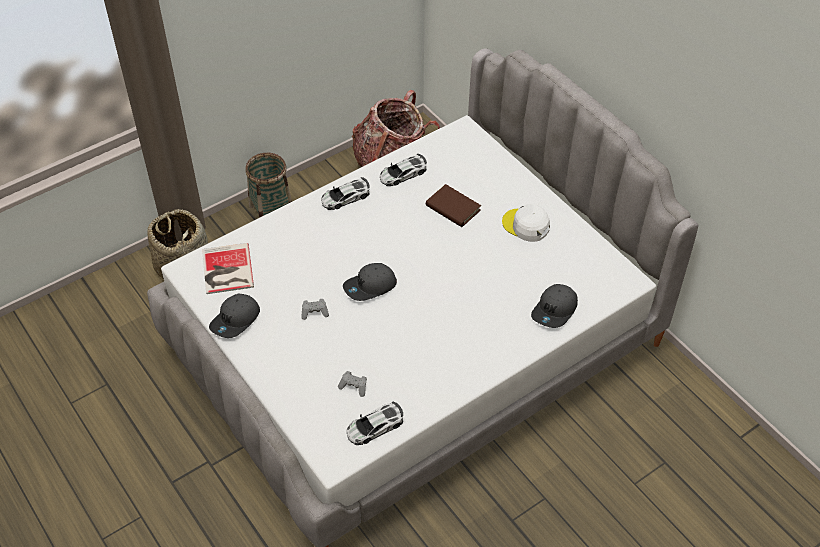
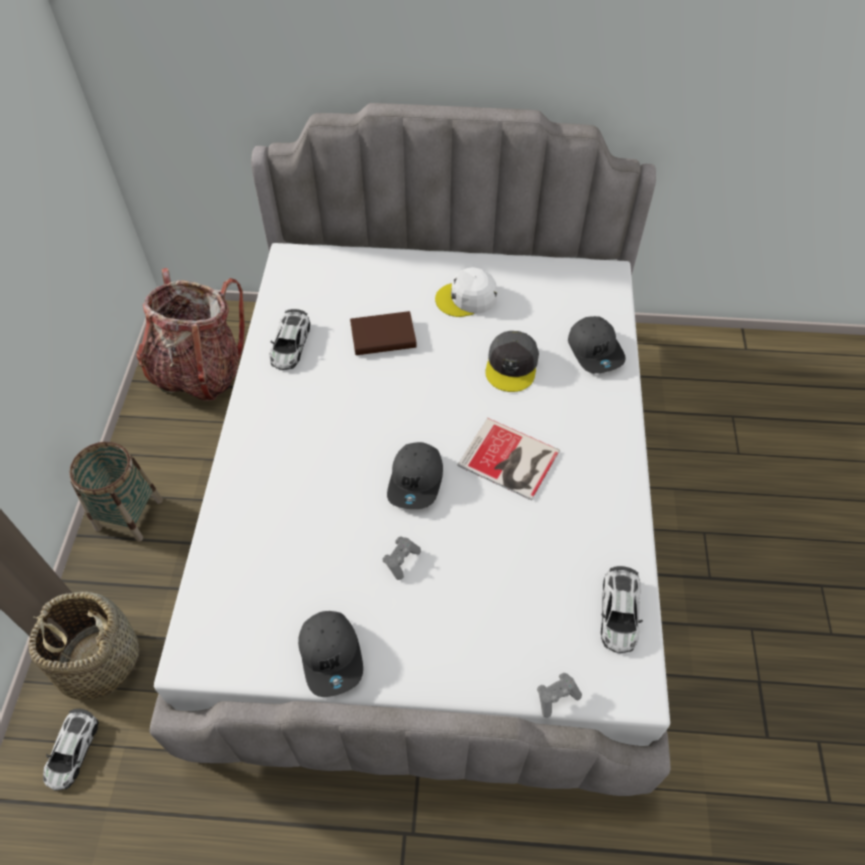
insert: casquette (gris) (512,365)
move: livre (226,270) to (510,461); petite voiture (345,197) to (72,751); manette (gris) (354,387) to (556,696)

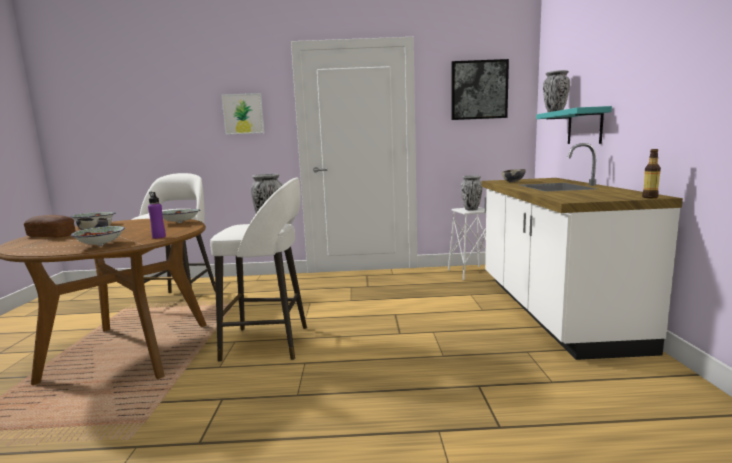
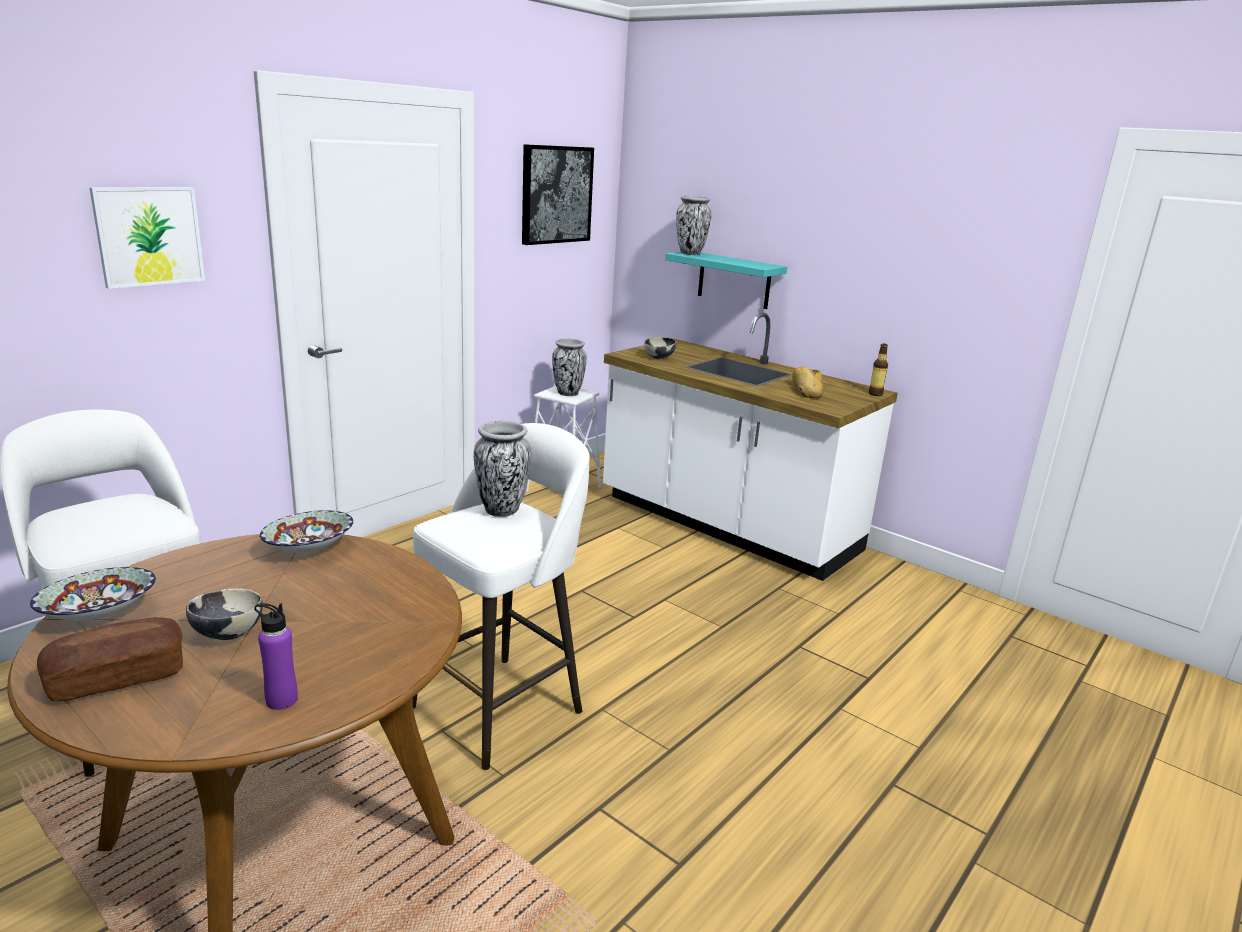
delete: bol (100,245)
insert: pain (806,390)
move: bouteille (violet) (159,237) to (281,700)

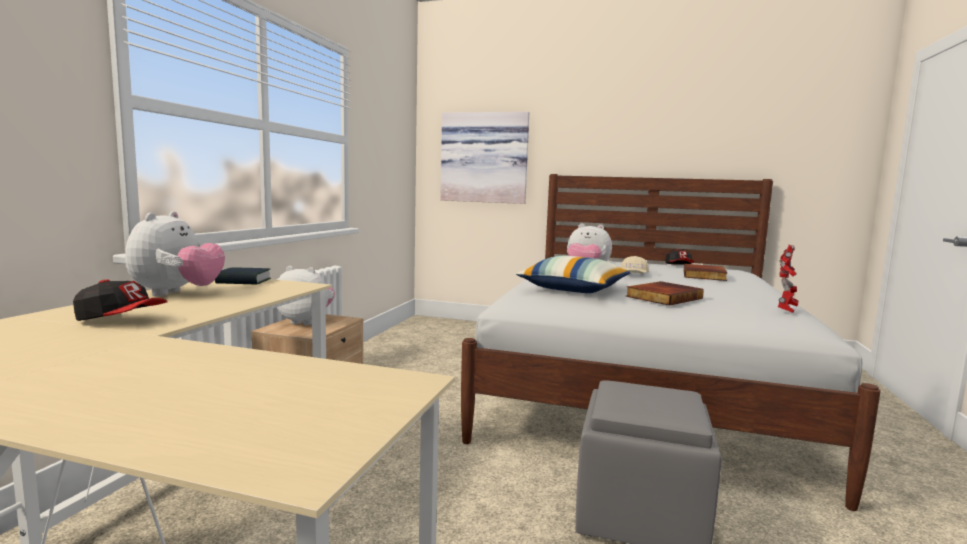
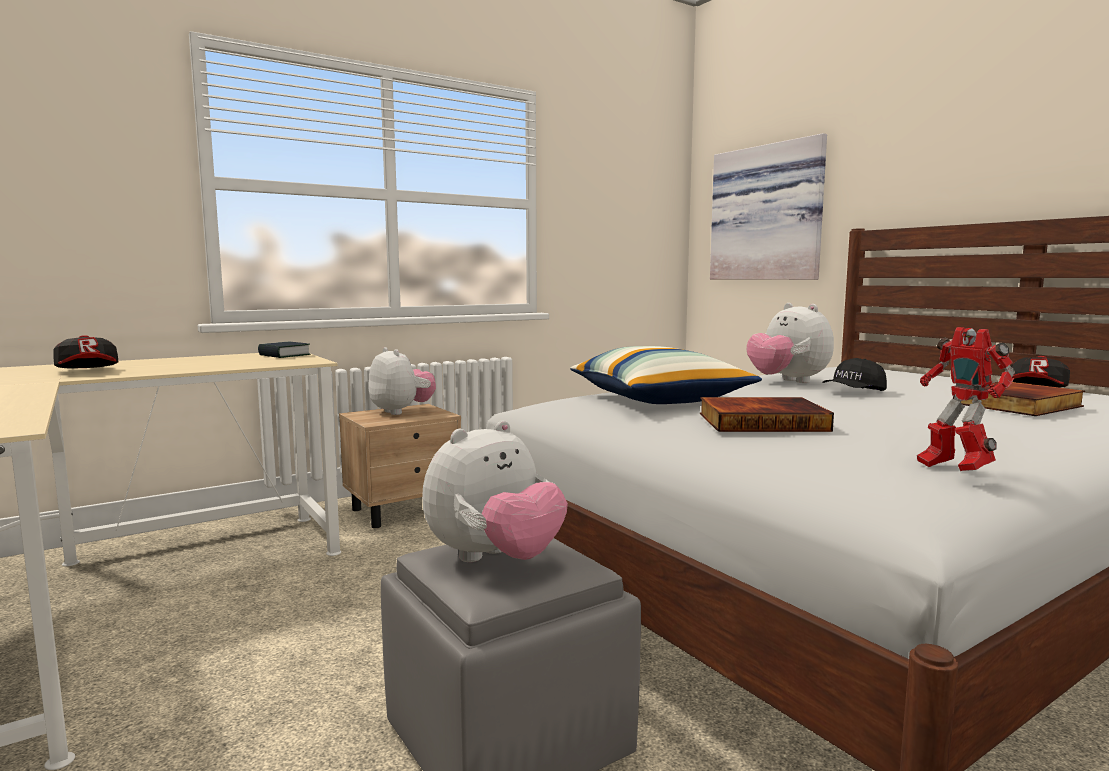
move: peluche (177,293) to (494,559)
recolor: casquette (beige) (633,275) to casquette (noir) (853,392)
rotate: robot jouet (786,310) = (953,470) 90 degrees clockwise

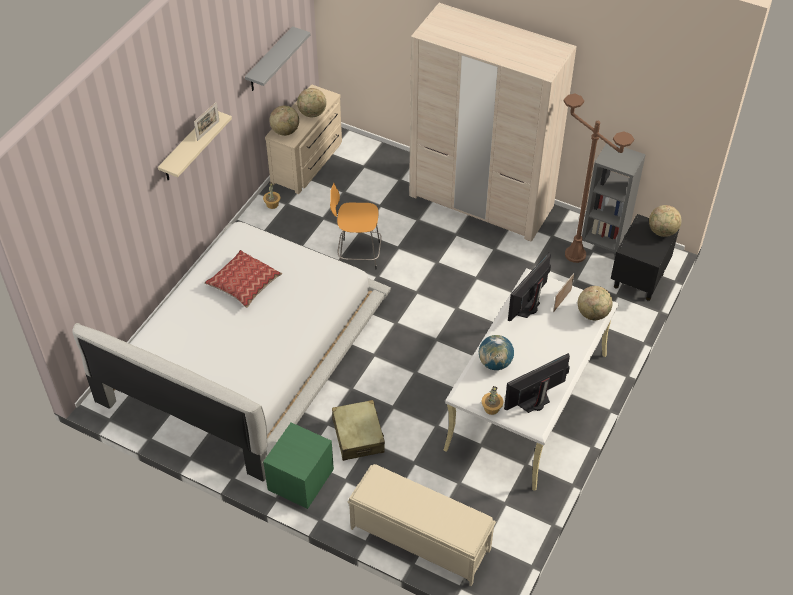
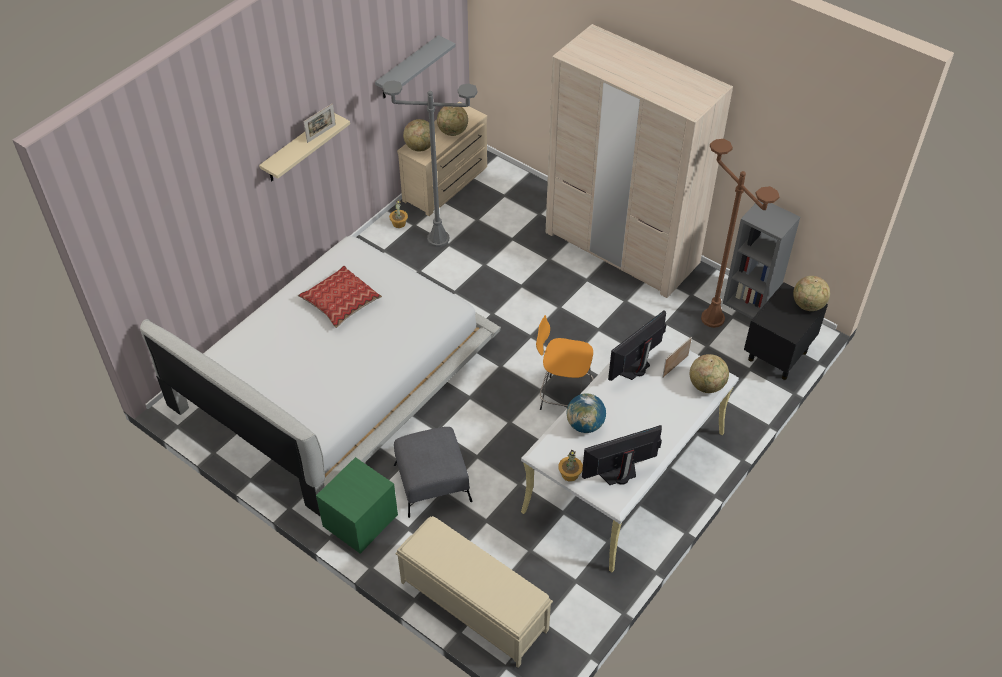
insert: lampadaire (gris) (438,239)
move: tabouret (orange) (357,254) to (563,396)
replace: valise (beige) (358,435) to pouf (gris) (432,482)

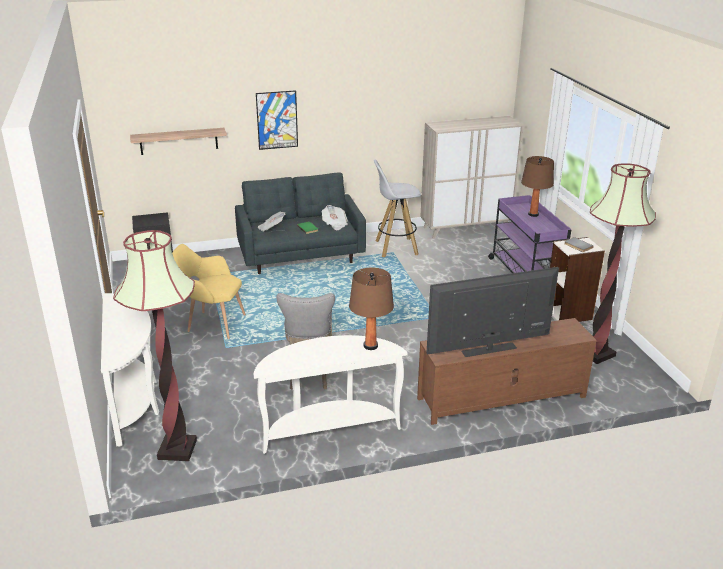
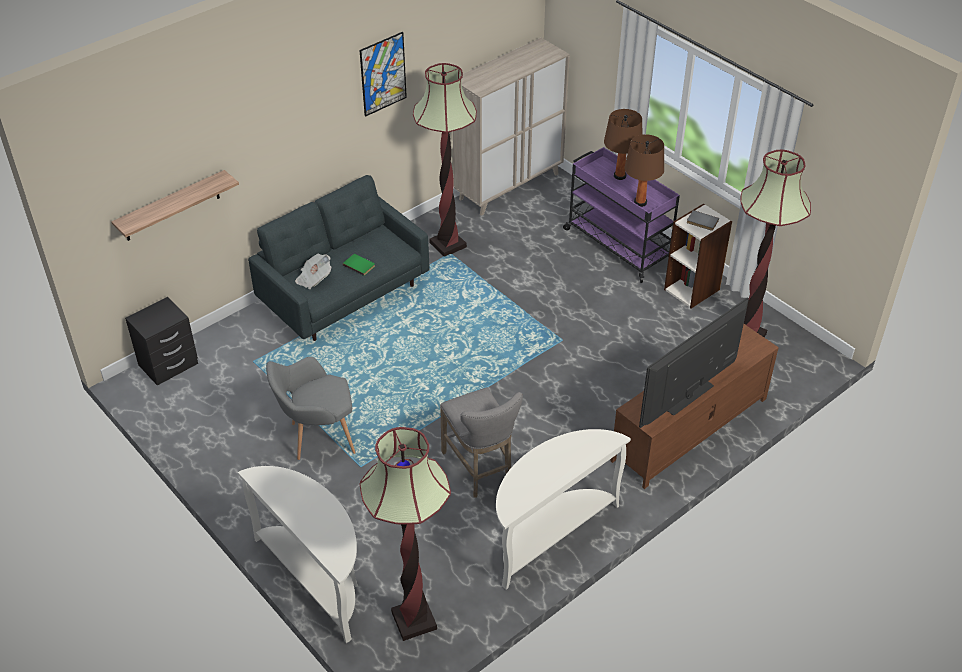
delete: journal (334,224)
move: tableau (277,120) to (383,74); lampe de table (marron) (371,346) to (640,202)
replace: tabouret (blanc) (395,248) to lampadaire (448,245)
recolor: fauteuil (jaune) (212,324) to fauteuil (gris) (317,437)

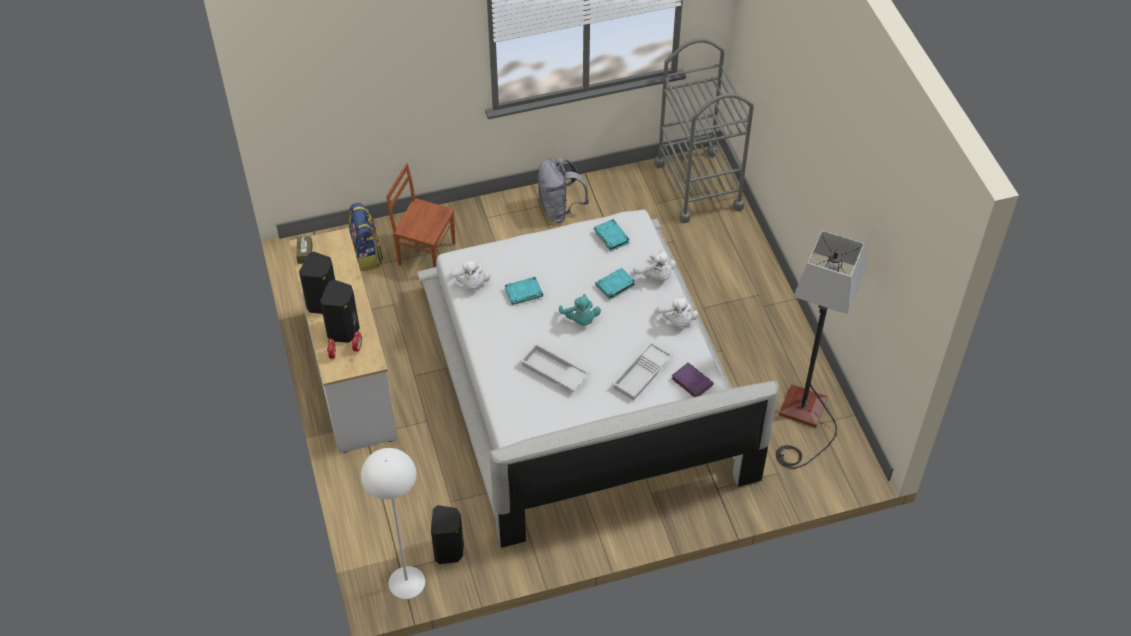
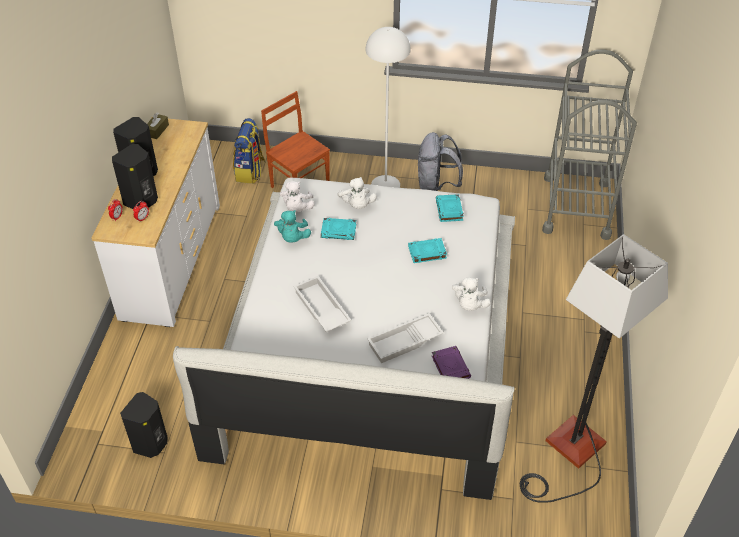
move: lampadaire (blanc) (407,582) to (385,184); peluche (turquoise) (580,319) to (293,238); peluche (blanc) (656,276) to (357,205)

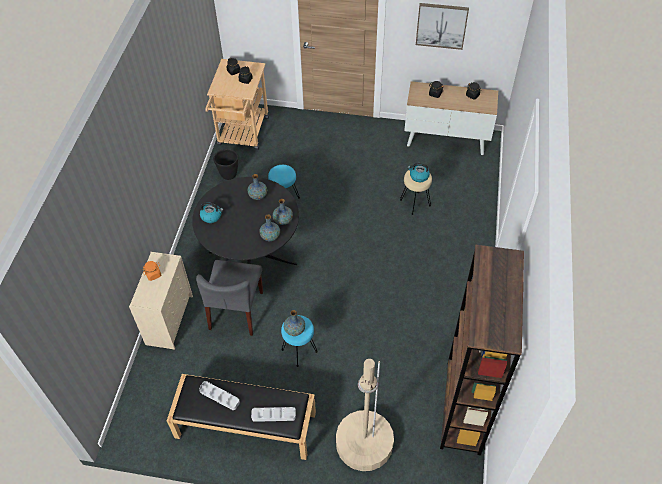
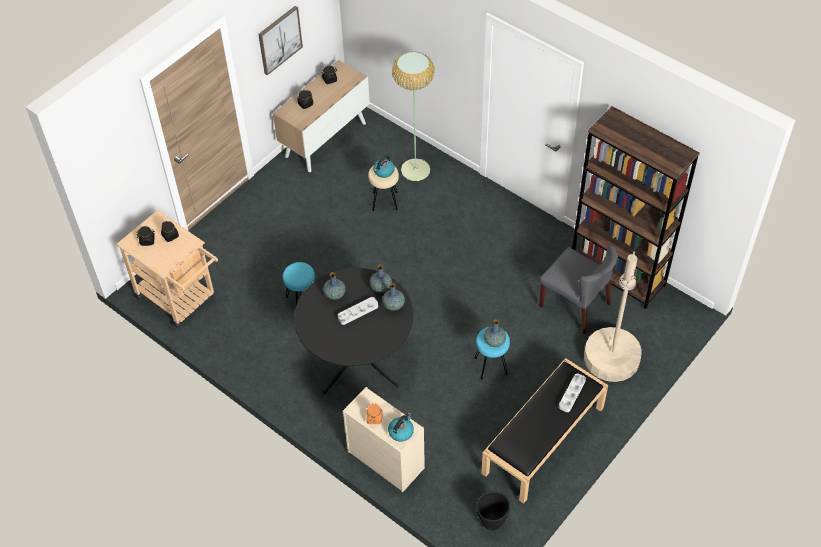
insert: lampadaire (415,170)
move: chaise (gris) (236,311) to (575,305); plateau (gris) (219,396) to (358,312); bouilloire (211,216) to (401,431); cache-pot (noir) (228,175) to (491,521)

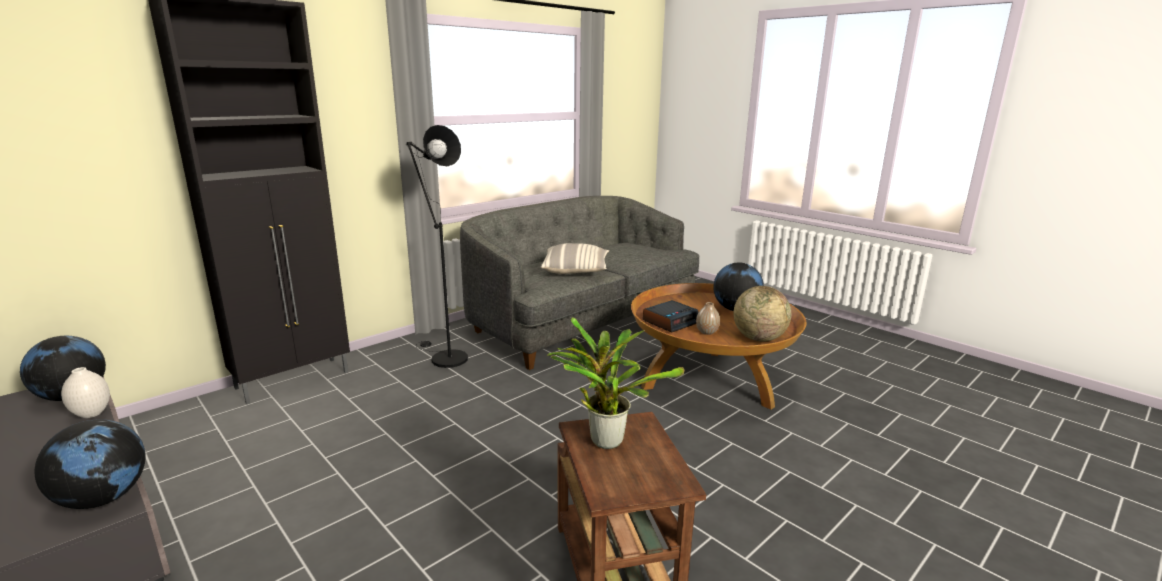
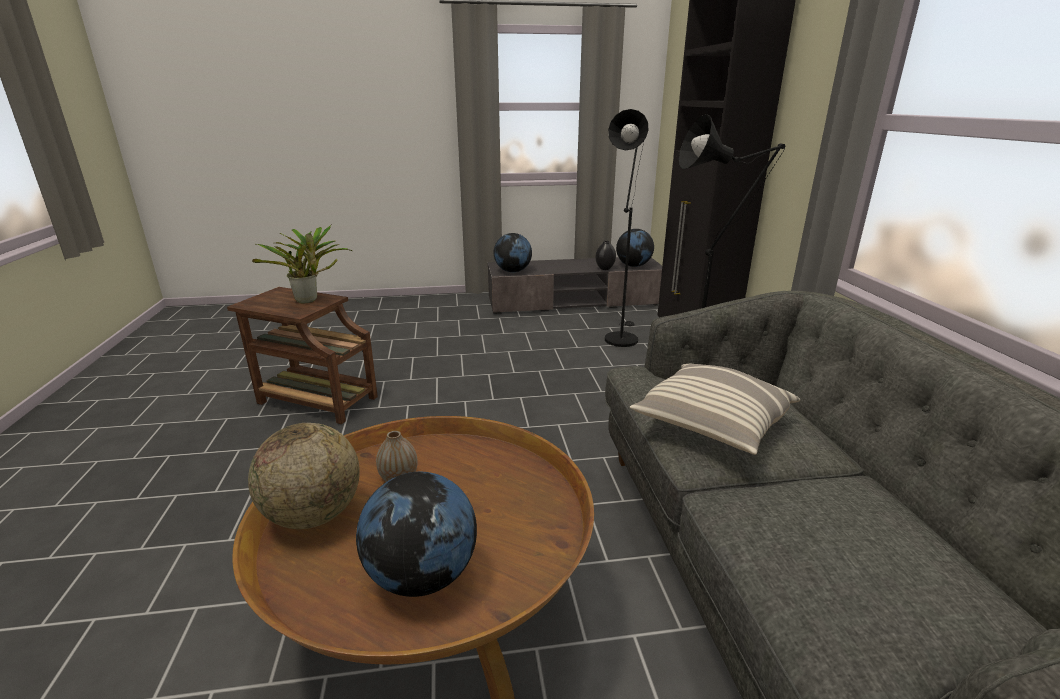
delete: réveil (670,321)
insert: lampadaire (noir) (621,337)
recolor: vase (blanc) (92,413) to vase (noir) (605,269)

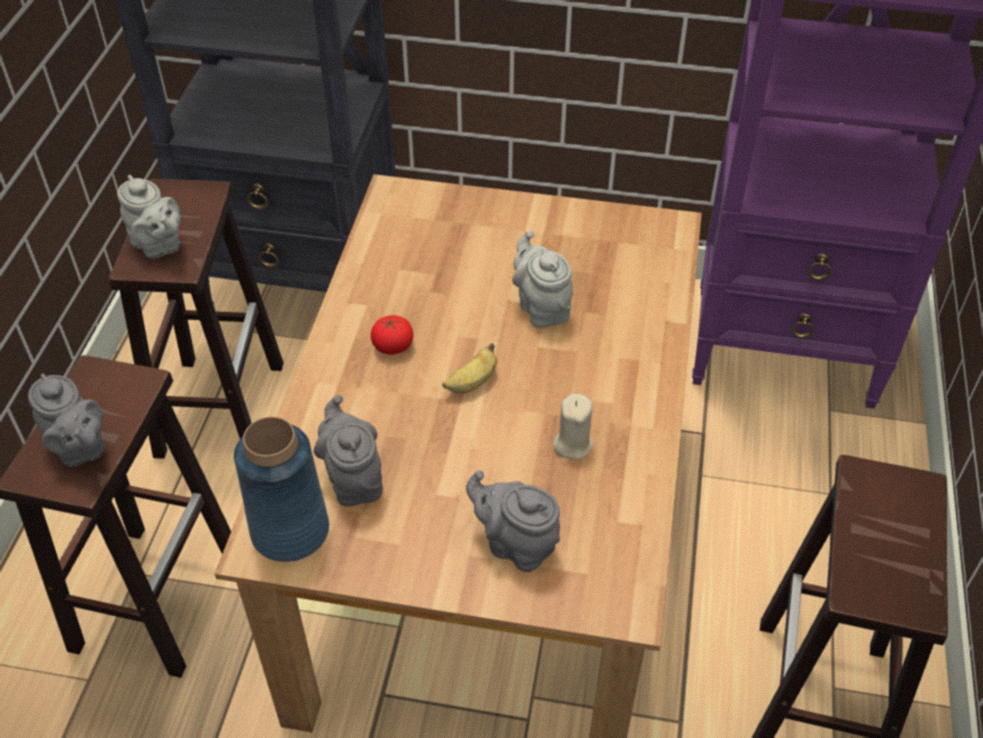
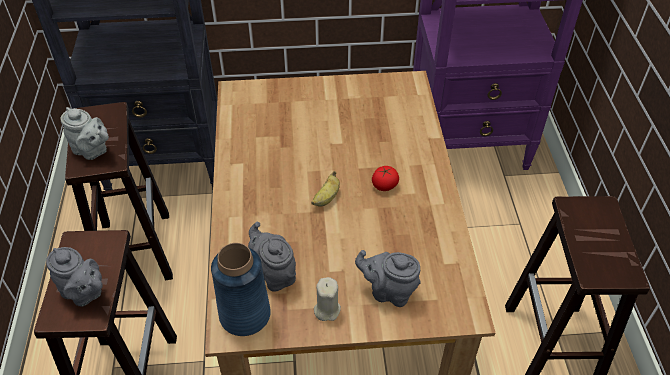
delete: théière (gris) (541,307)
move: tomate (393,346) to (384,185); bougie (beige) (572,444) to (327,309)

